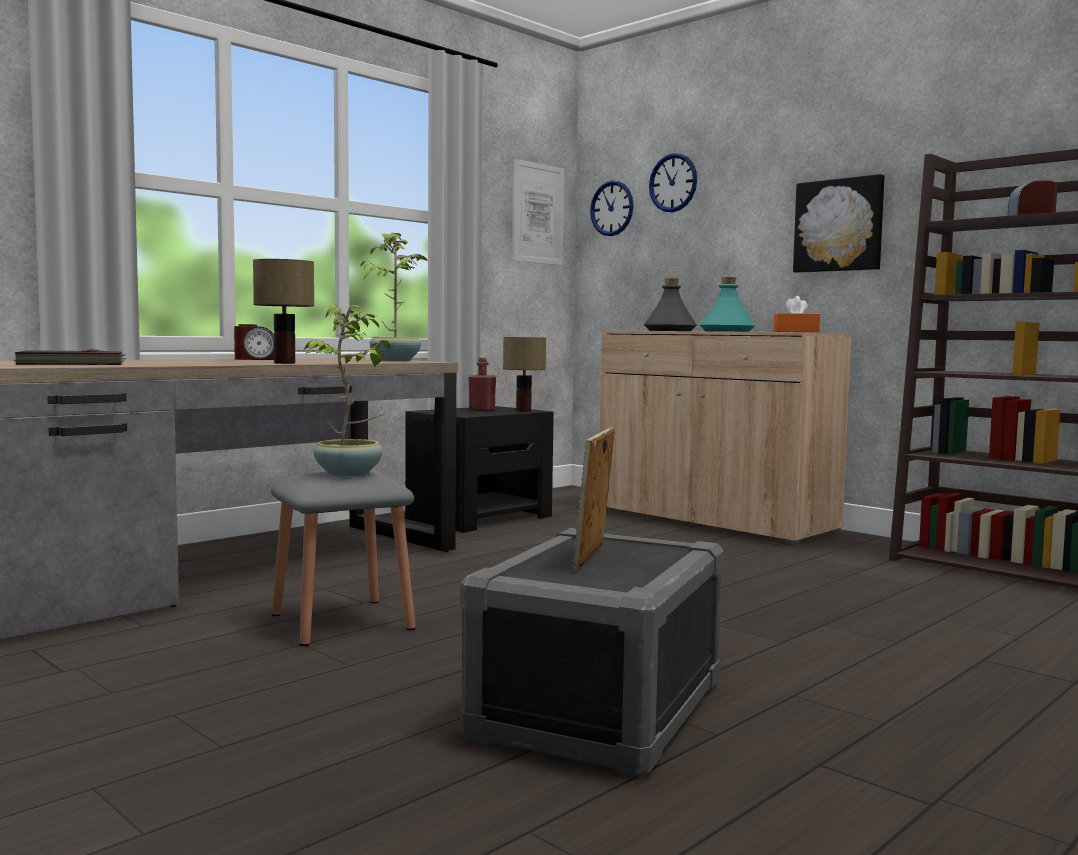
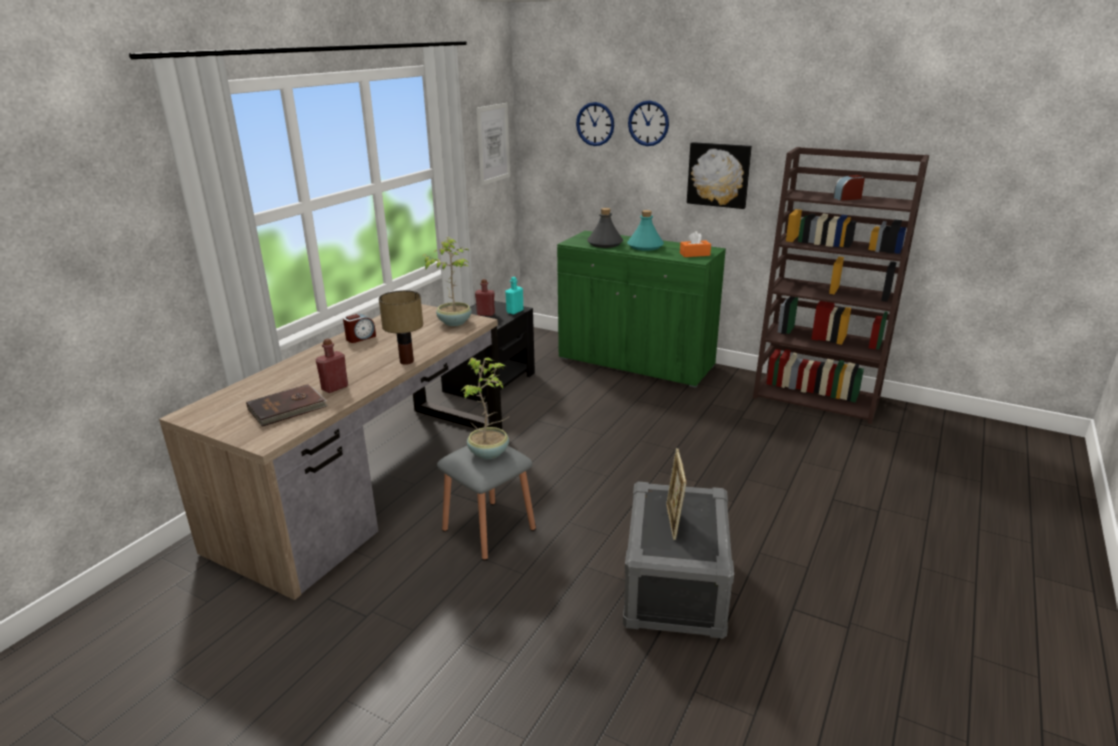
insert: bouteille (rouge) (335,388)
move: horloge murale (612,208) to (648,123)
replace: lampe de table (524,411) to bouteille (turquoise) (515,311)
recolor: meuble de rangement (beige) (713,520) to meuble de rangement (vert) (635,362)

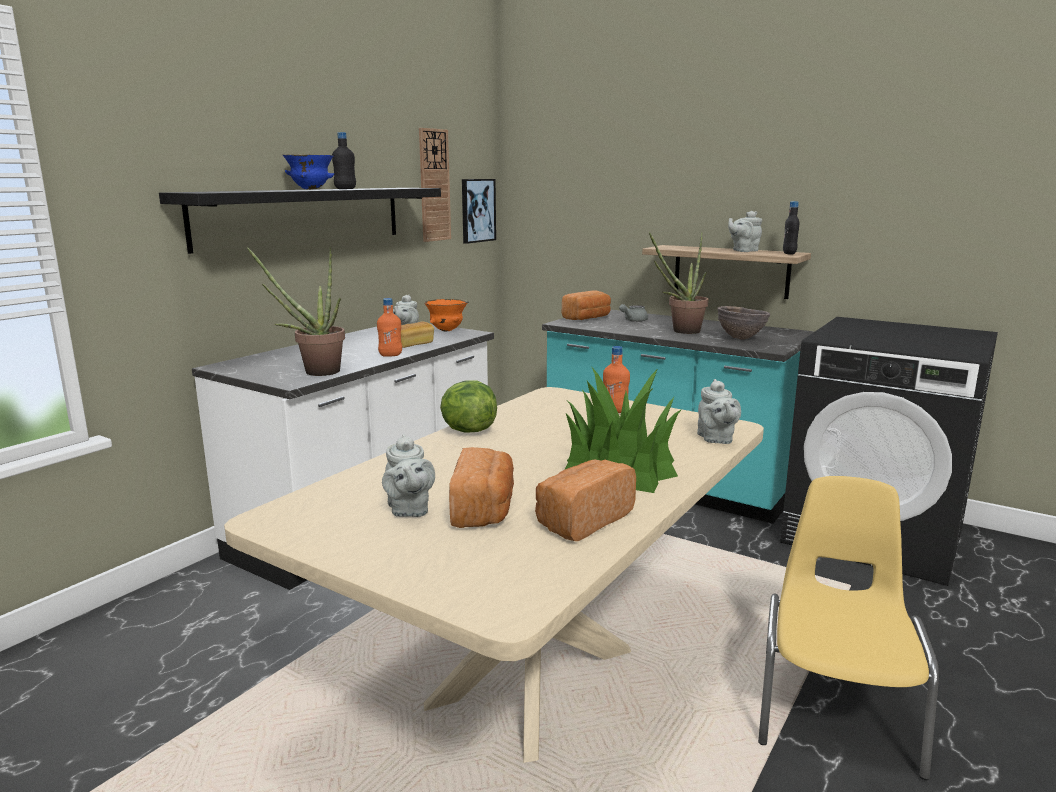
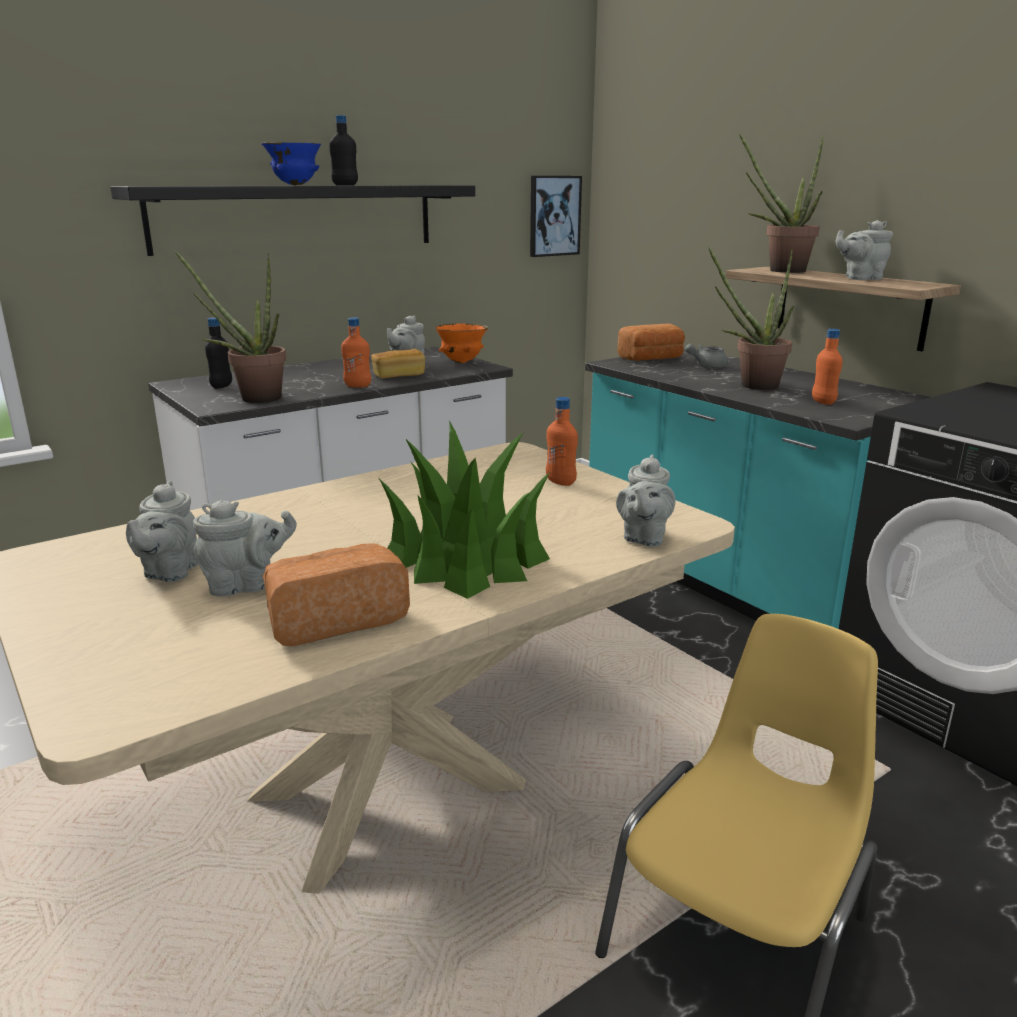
delete: horloge murale (434,185); laitue (467,430)
insert: plante en pot (779,270)
move: bouteille (noir) (789,253) to (221,386)
replace: pain (484,509) to théière (gris) (246,585); bol (marron) (741,338) to bouteille (orange) (823,402)

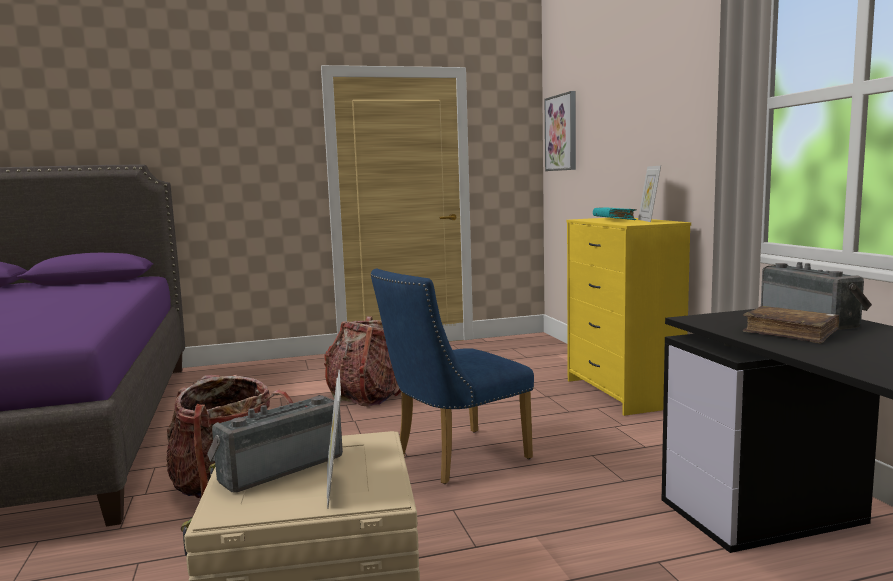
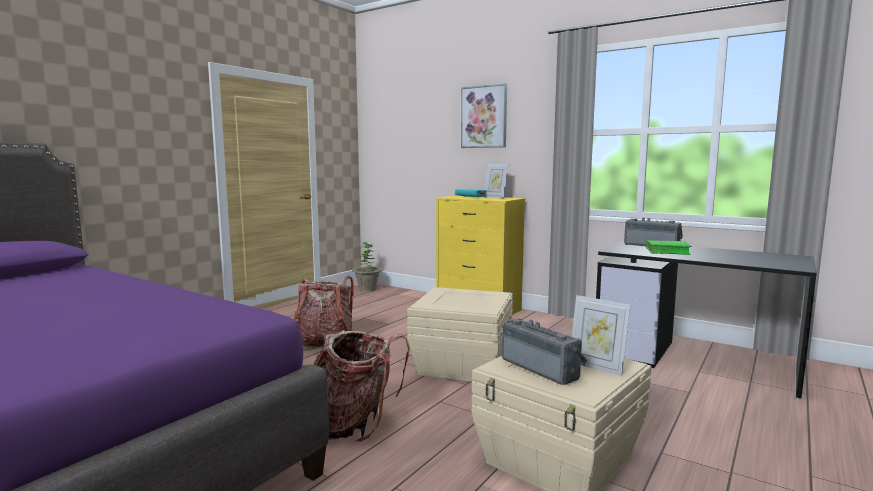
insert: plante en pot (367,288)
move: tableau (561,133) to (484,117)
replace: chaise (bleu) (453,459) to boîte de rangement (beige) (461,364)
recolor: livre (marron) (790,333) to livre (vert) (667,252)
rotate: radio (279,467) = (542,368) 135 degrees clockwise

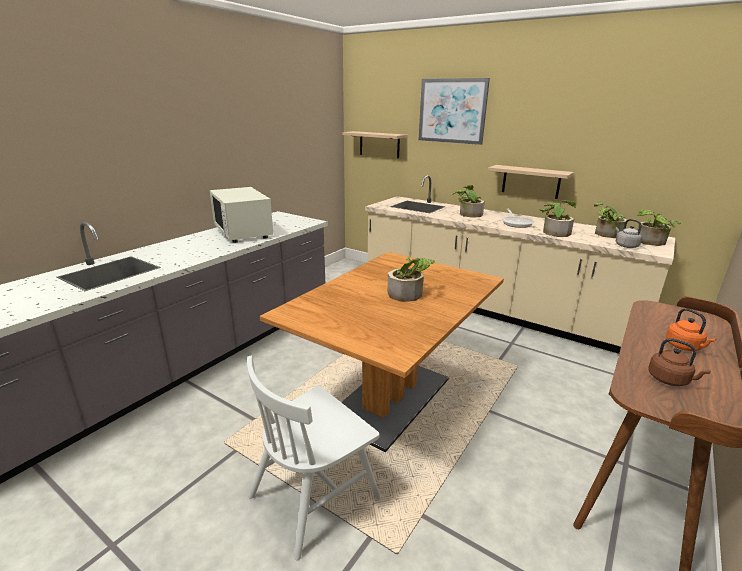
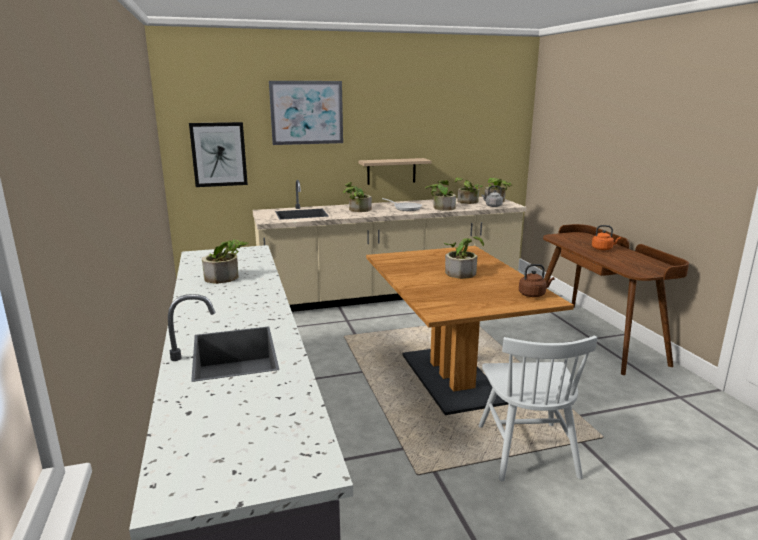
move: bouilloire (marron) (670,380) to (533,294)
replace: micro-ondes (blanc) (243,232) to plante en pot (226,277); étagère (379,144) to tableau (219,154)

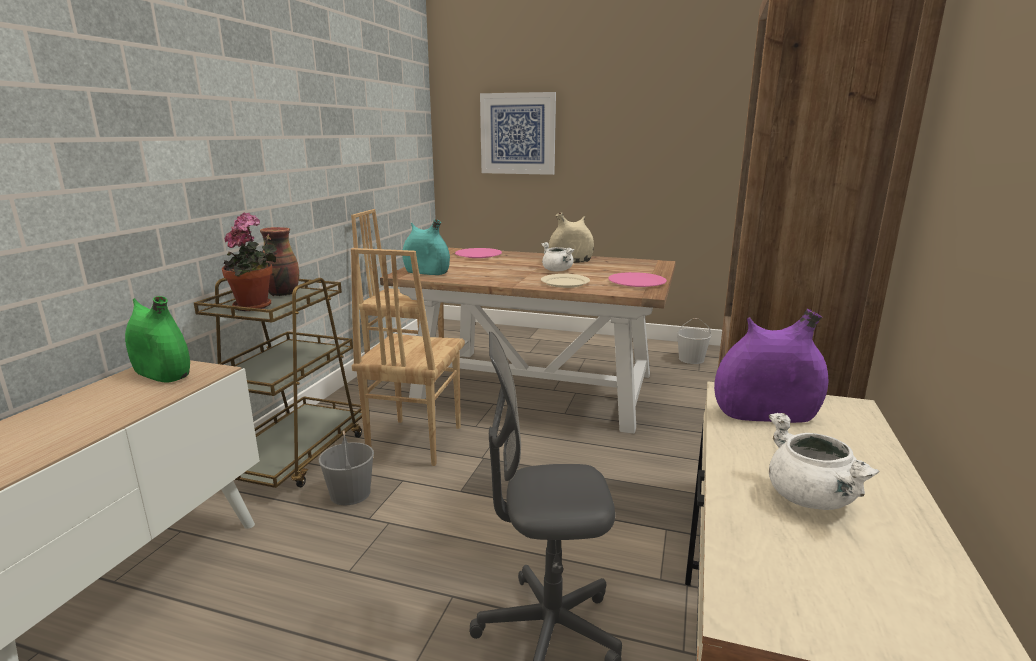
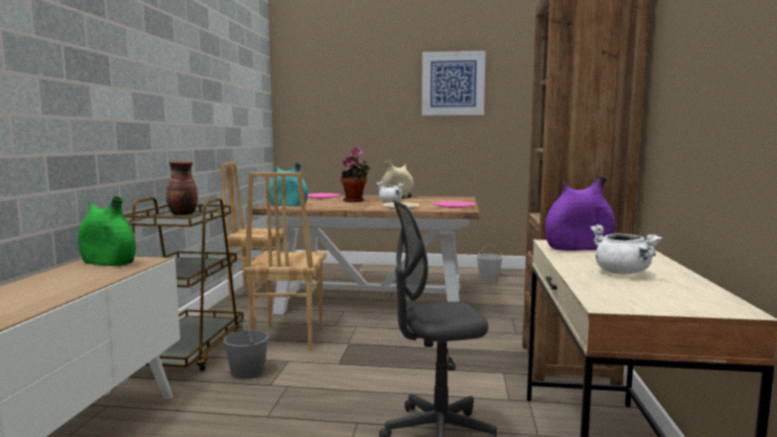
move: plante en pot (256,306) to (355,201); tableau (517,134) to (453,83)

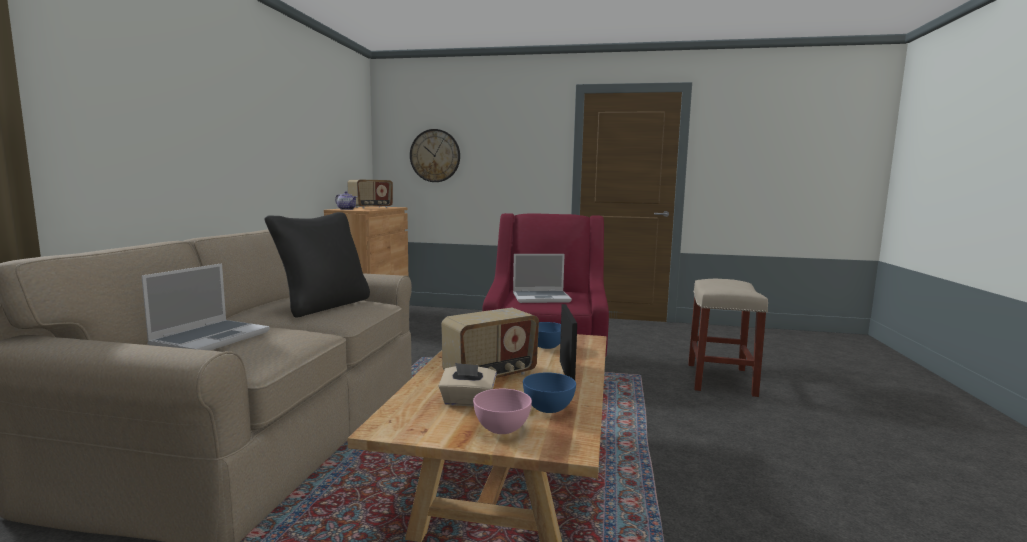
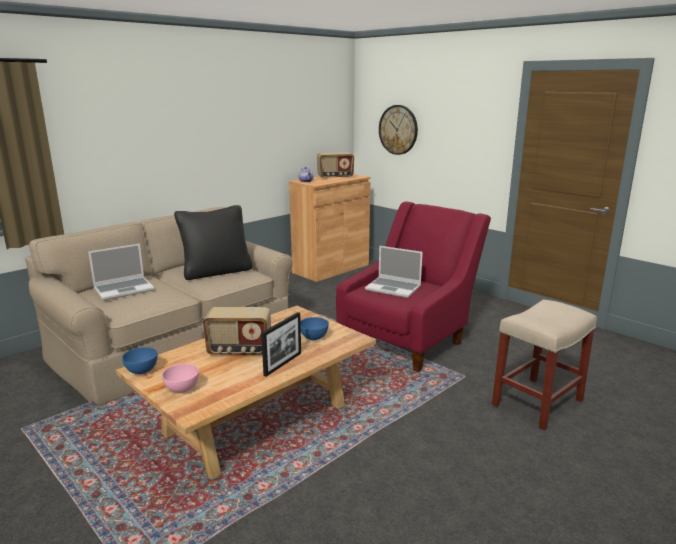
delete: boîte à mouchoirs (beige) (467,401)
move: bol (bleu) (548,408) to (142,371)

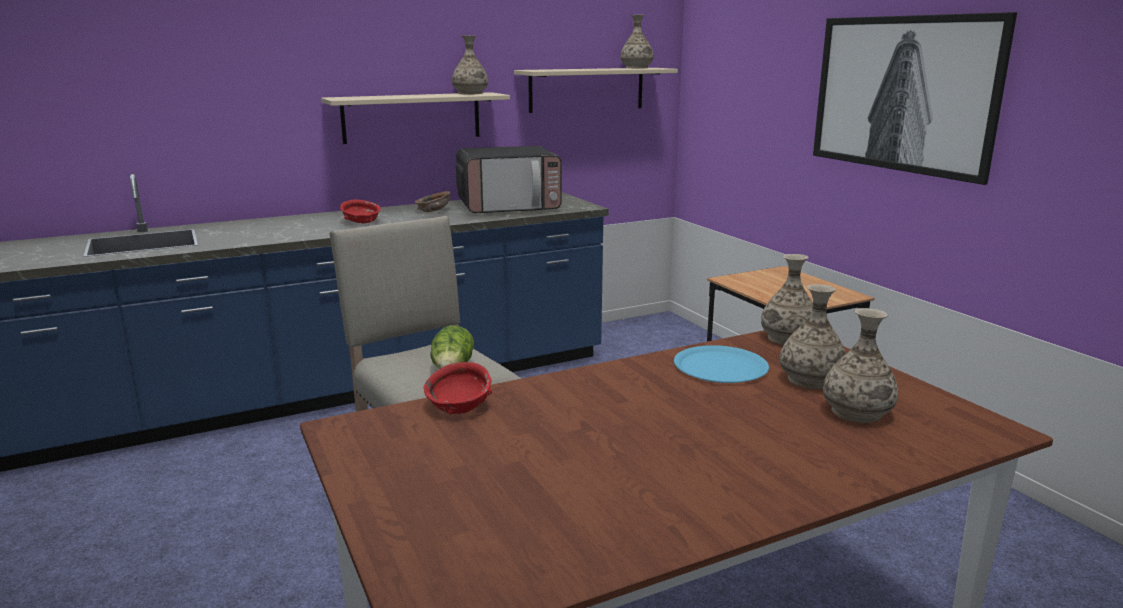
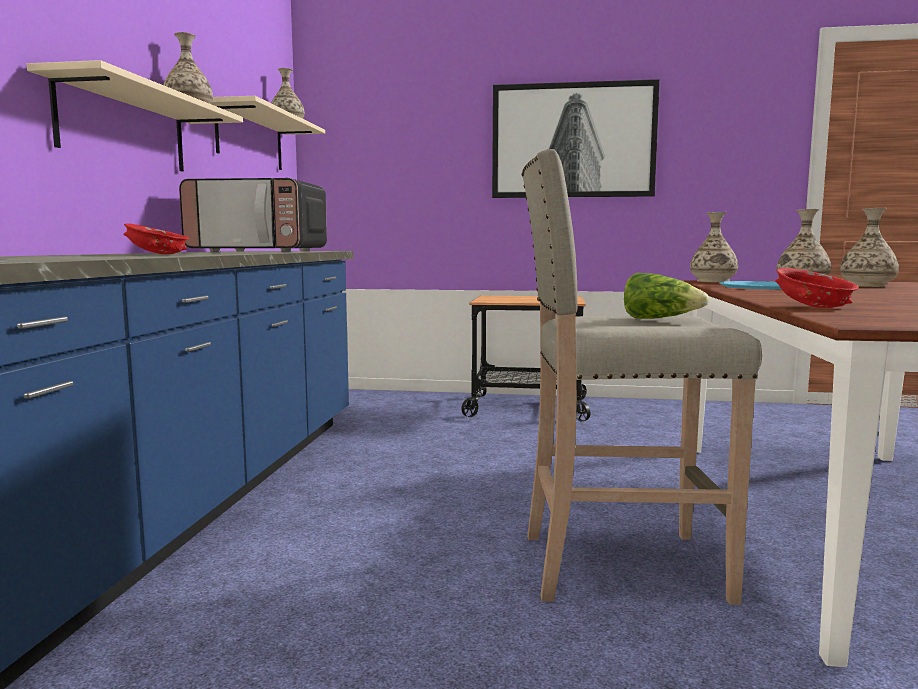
delete: bol (marron) (433,211)
rotate: micro-ondes (509,206) = (260,251) 75 degrees clockwise

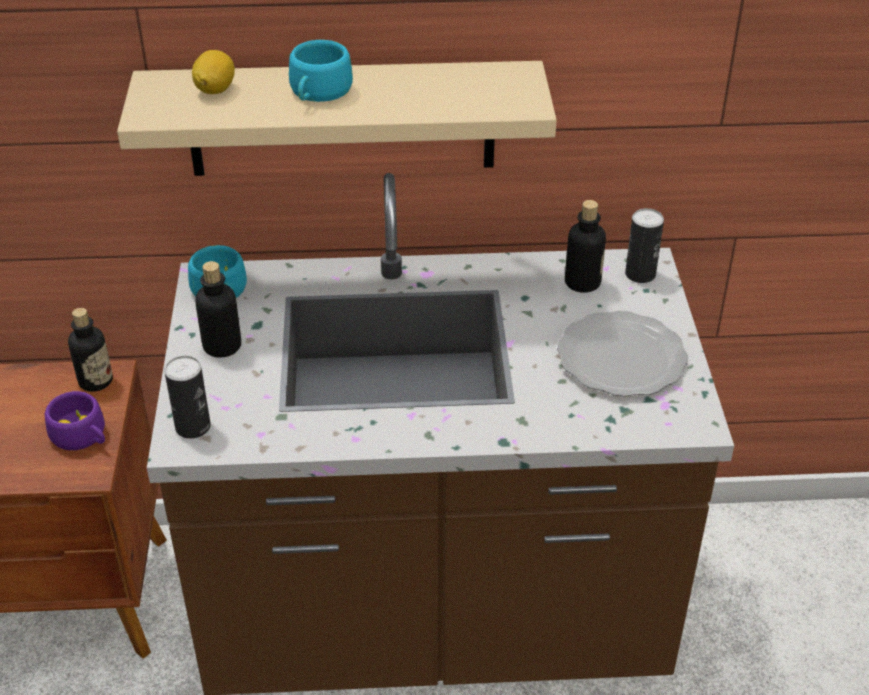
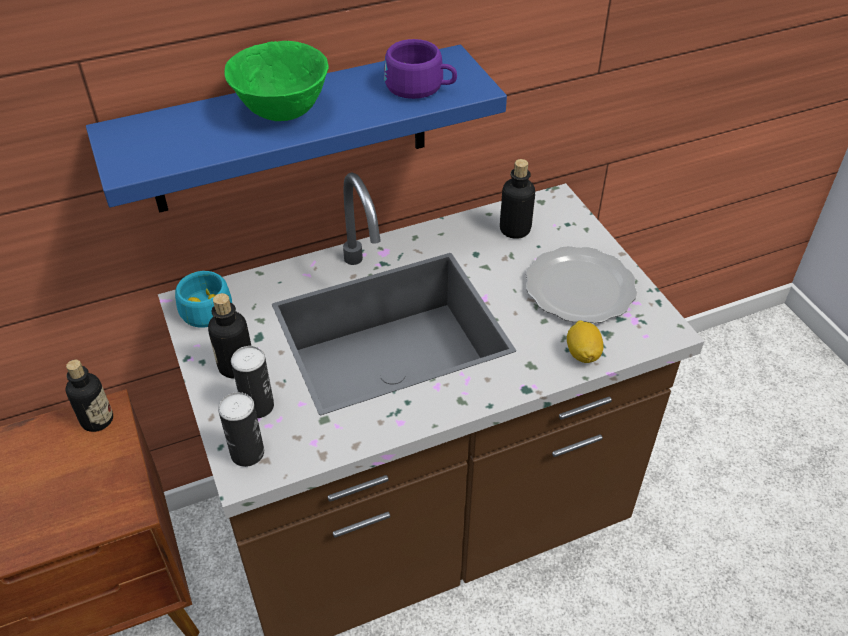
move: tasse (violet) (82,437) to (420,87); citron (215,89) to (582,353); boîte métallique (640,274) to (258,406)
replace: tasse (turquoise) (318,93) to bol (vert) (282,113)
recolor: étagère (beige) (341,118) to étagère (bleu) (290,131)

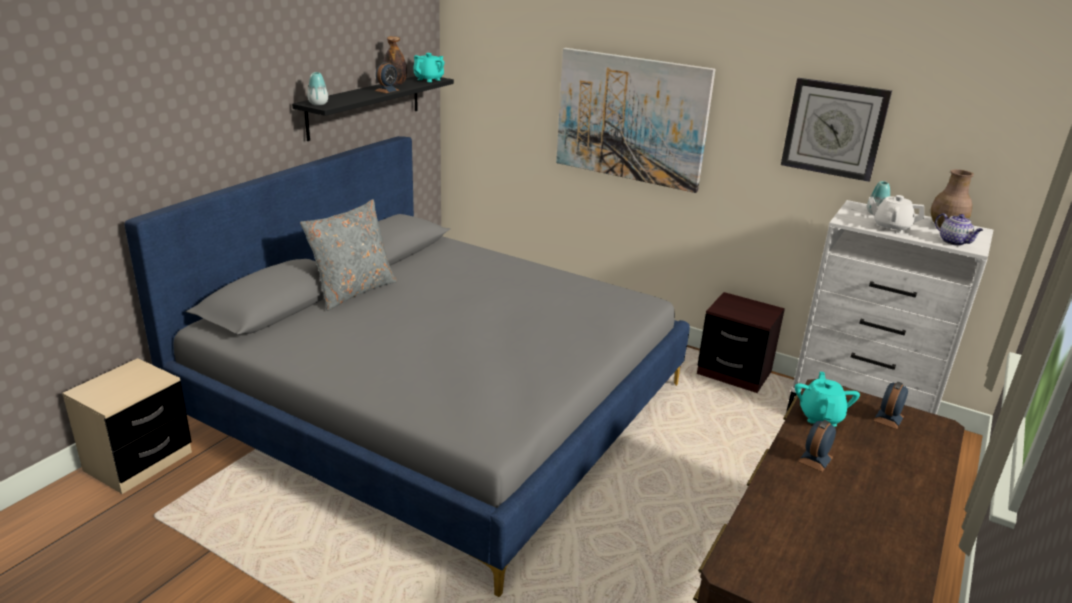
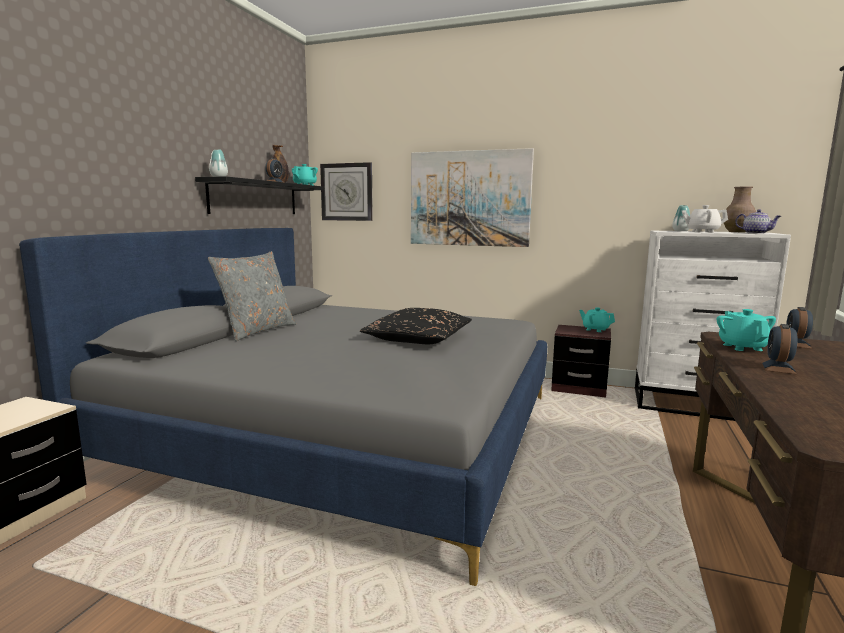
insert: coussin (noir) (418,338); théière (turquoise) (595,329)
move: horloge murale (834,129) to (347,192)

